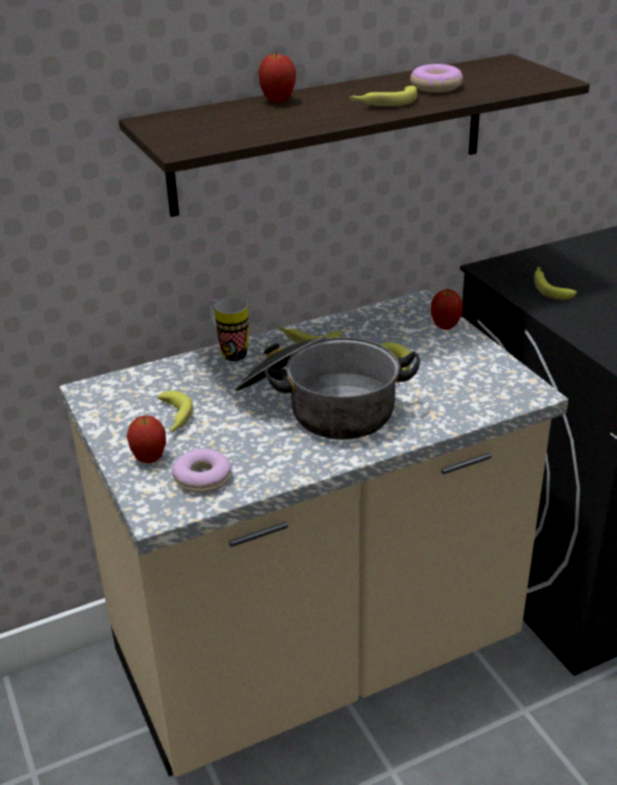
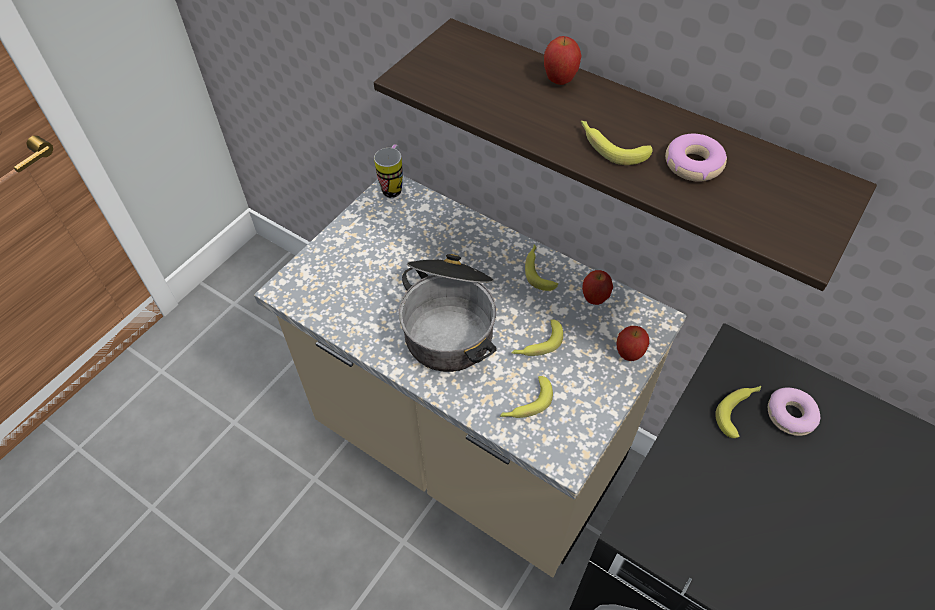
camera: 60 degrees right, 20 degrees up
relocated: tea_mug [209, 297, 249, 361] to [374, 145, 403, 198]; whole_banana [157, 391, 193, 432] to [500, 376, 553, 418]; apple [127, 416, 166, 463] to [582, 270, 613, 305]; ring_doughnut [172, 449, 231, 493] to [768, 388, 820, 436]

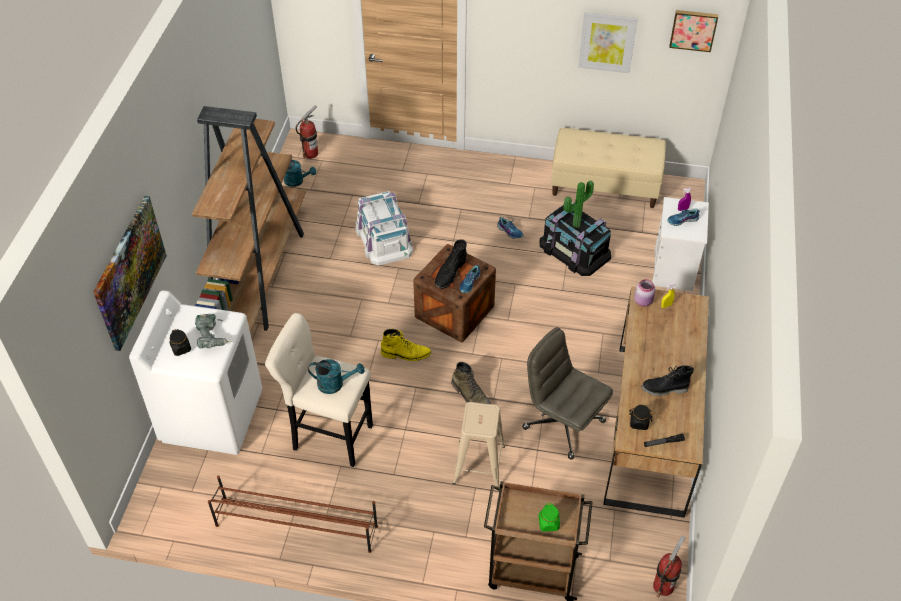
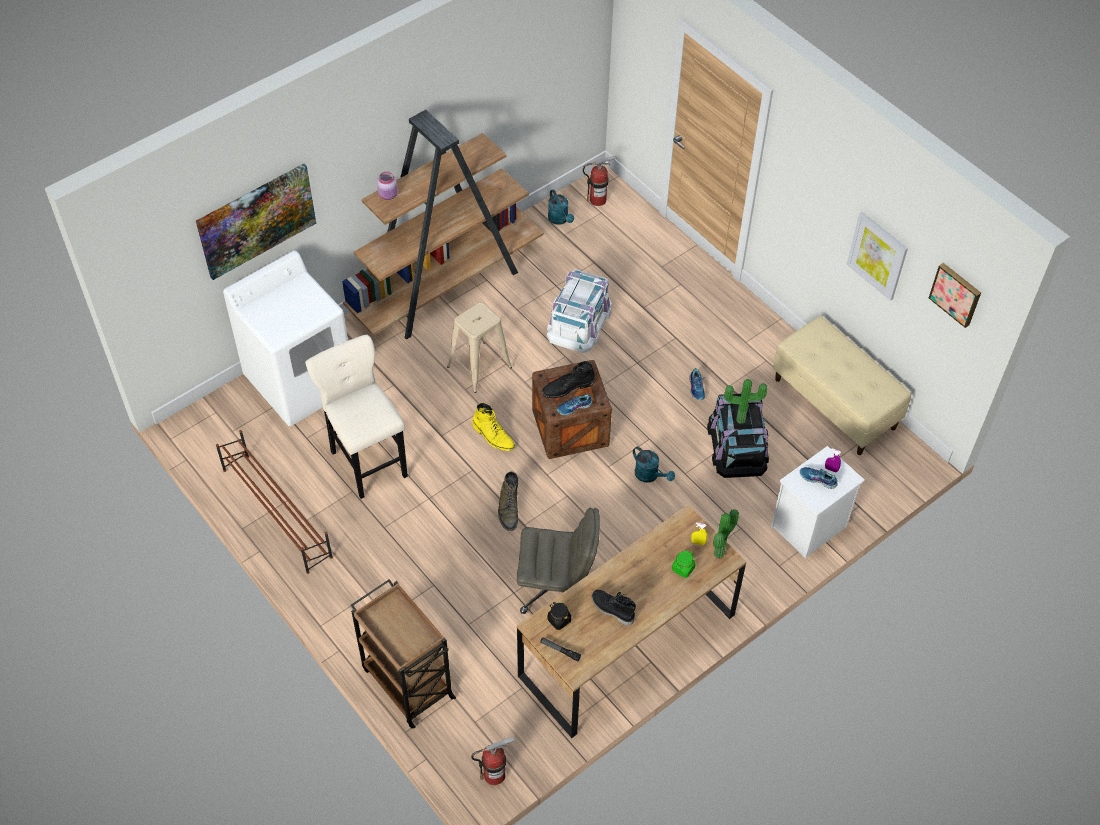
camera: 40 degrees right, 5 degrees up
missing: drill [195, 314, 233, 349]; black_preserve_jar [169, 329, 191, 356]
appeared: houseplant [713, 509, 739, 559]
relocated: pinkish_preserve_jar [634, 279, 656, 307] to [377, 172, 398, 200]; turquoise_watering_can [308, 359, 364, 394] to [633, 447, 675, 483]; beige_stool_seat [453, 402, 505, 488] to [447, 302, 512, 393]; green-coloured_preserve_jar [539, 503, 560, 531] to [672, 550, 695, 578]
spun: gray_computer_chair [522, 327, 613, 460] = [517, 508, 600, 614] 105 degrees clockwise

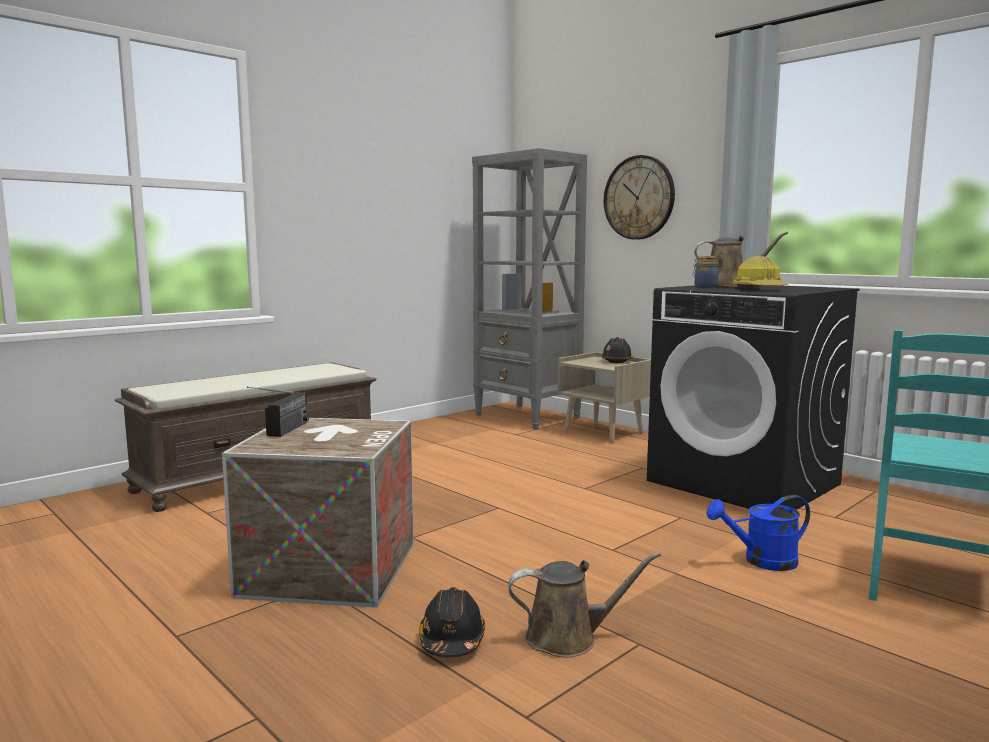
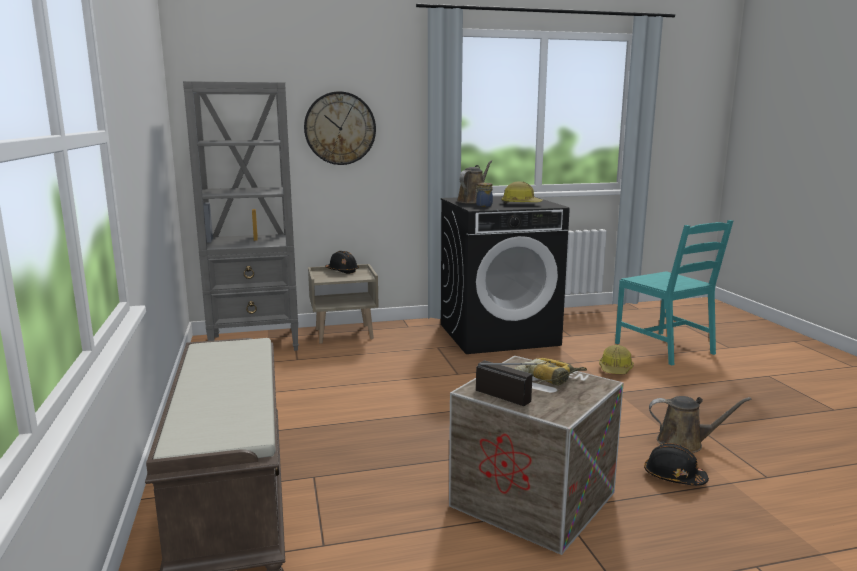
camera: 60 degrees left, 5 degrees up
appeared: drill [514, 358, 587, 385]
exchanged: blue_watering_can [706, 495, 810, 571] to work_helmet [599, 345, 634, 374]
spun: brown_watering_can [508, 552, 661, 658] = [649, 396, 752, 453] 75 degrees clockwise

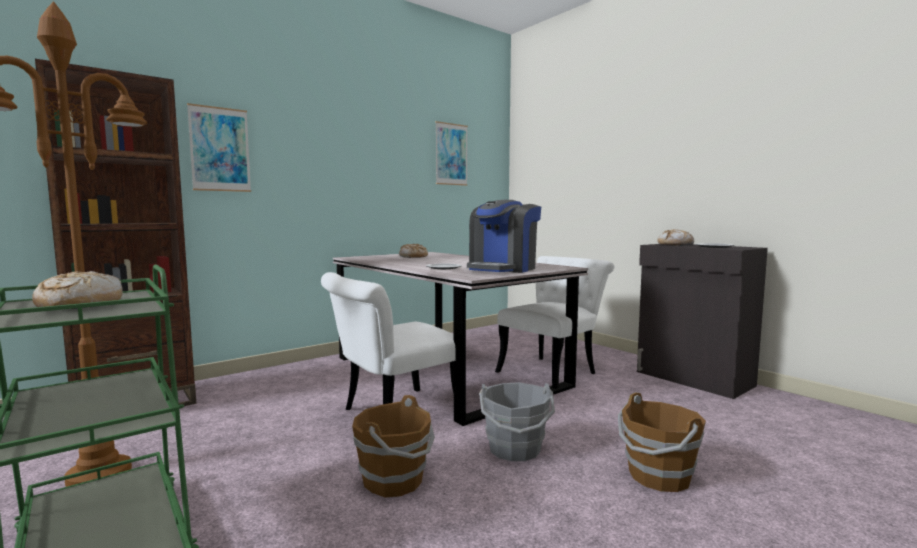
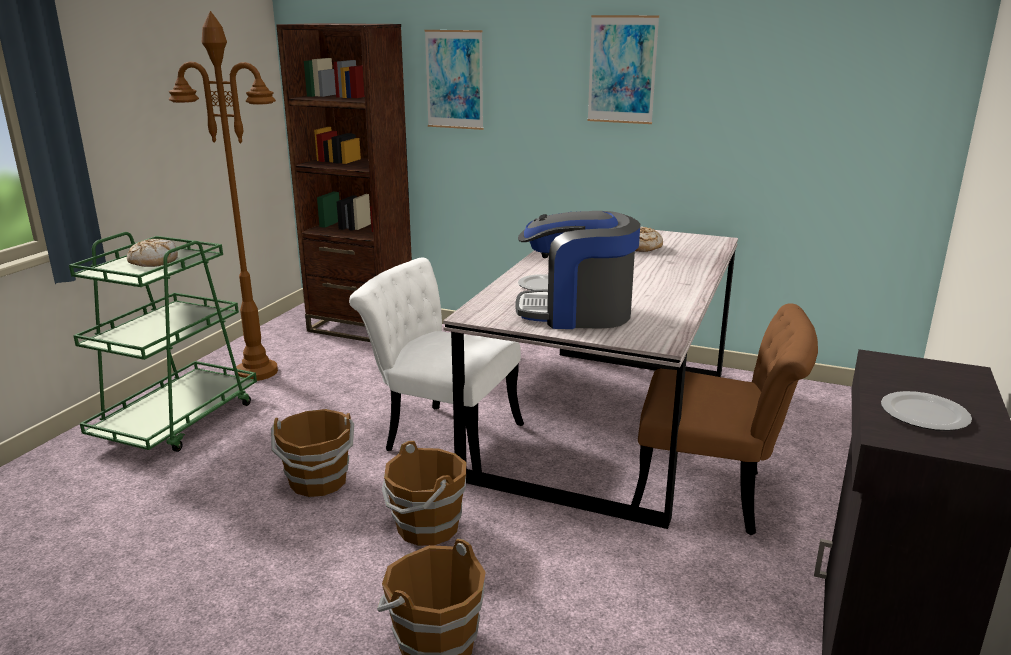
camera: 60 degrees right, 15 degrees up
missing: bakery_bread [657, 229, 694, 245]
relocated: picture [435, 121, 468, 186] to [587, 15, 659, 124]
colour: white-coloured_chair [495, 256, 615, 389] to brown_chair [629, 303, 818, 535]; gray_water_bucket [479, 382, 555, 461] to brown_water_bucket [382, 441, 466, 546]

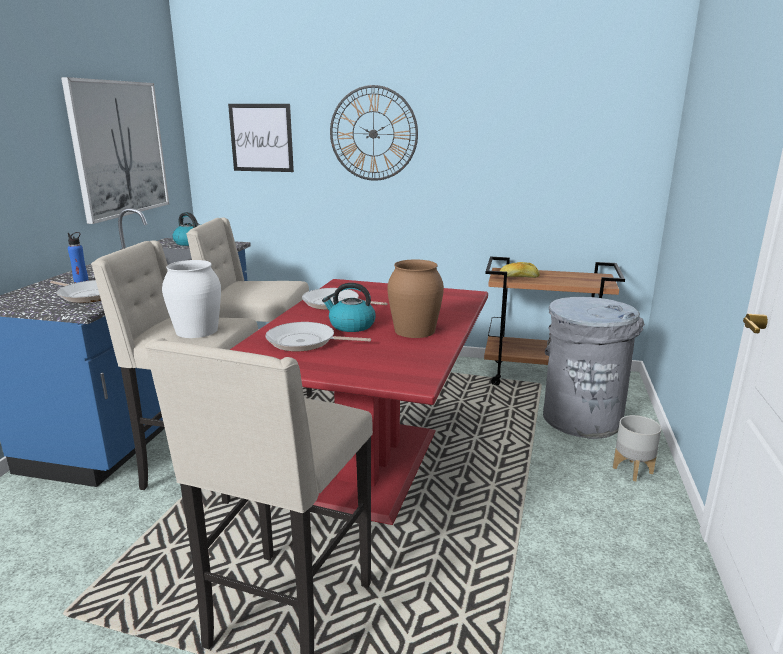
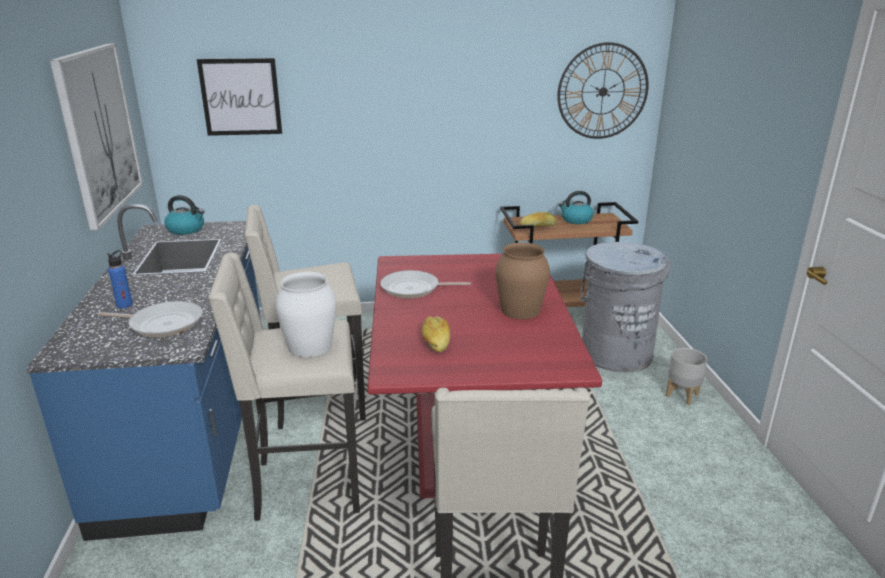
camera: 20 degrees left, 5 degrees up
relocated: clock_on_the_wall [330, 85, 418, 181] to [557, 42, 649, 139]; water_kettle [322, 283, 376, 332] to [558, 191, 594, 224]
exchanged: skillet [265, 322, 371, 352] to bakery_bread [422, 316, 450, 352]

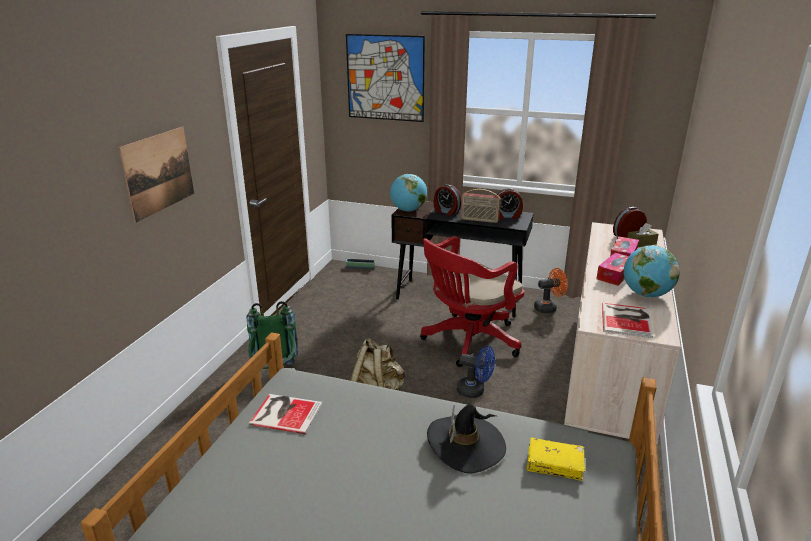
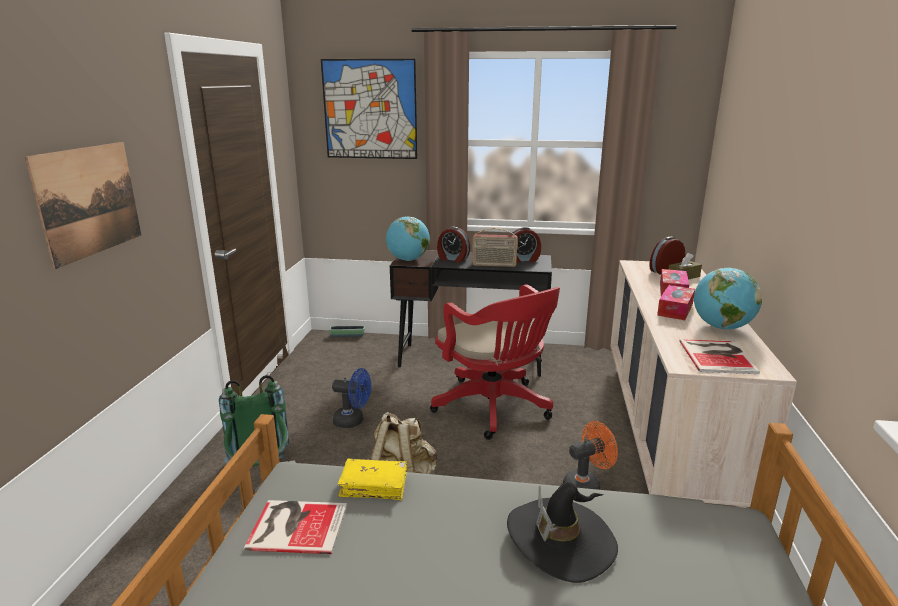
camera: 10 degrees left, 5 degrees down
relocated: orange-coloured_fan [534, 268, 567, 313] to [563, 421, 618, 490]; blue_fan [457, 346, 495, 398] to [332, 368, 371, 428]; yellowish_volume [527, 437, 585, 481] to [338, 459, 407, 500]
spun: reddish_computer_chair [420, 236, 524, 367] = [430, 284, 560, 440] 75 degrees counterclockwise

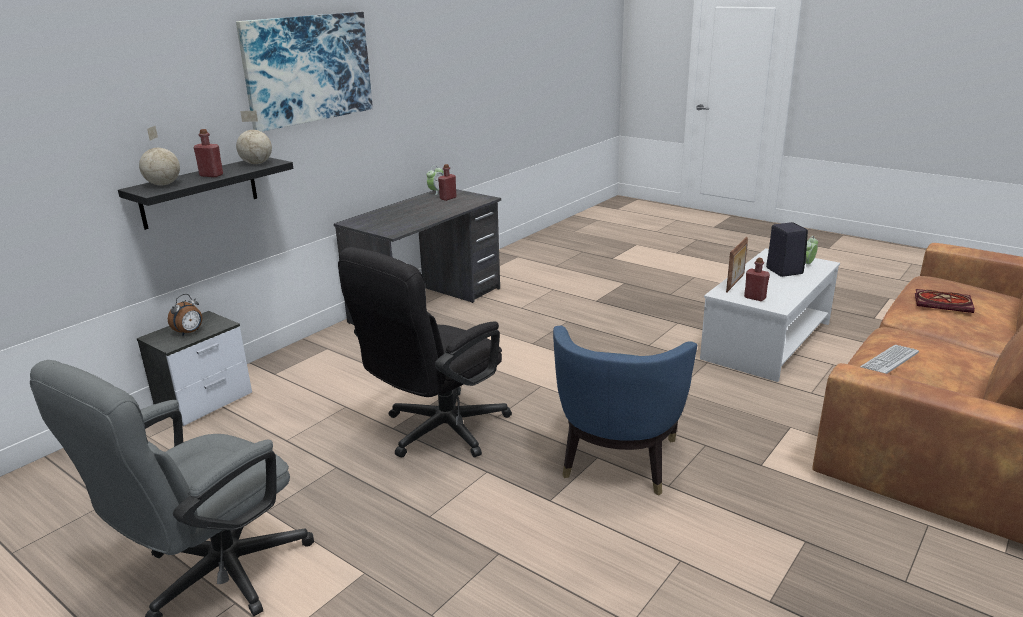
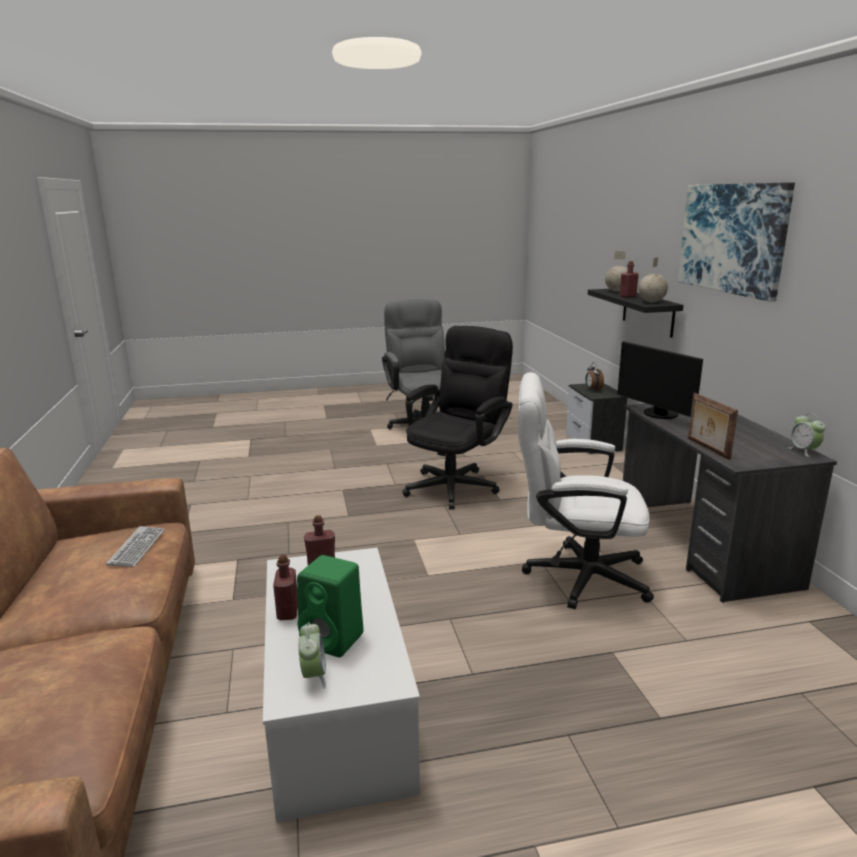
camera: 130 degrees right, 5 degrees down
missing: volume [915, 289, 975, 313]; blue_armchair [553, 326, 697, 496]
appeared: computer_screen [617, 341, 703, 419]; white-coloured_computer_chair [518, 372, 654, 609]
relocated: reddish_drink_bottle [438, 164, 457, 201] to [273, 555, 298, 620]; standing_frame [726, 237, 748, 293] to [688, 393, 738, 460]
colour: black_speaker [766, 222, 808, 277] to green-coloured_speaker [297, 555, 364, 657]
spun: black_computer_chair [338, 247, 512, 458] = [402, 326, 513, 510] 45 degrees clockwise

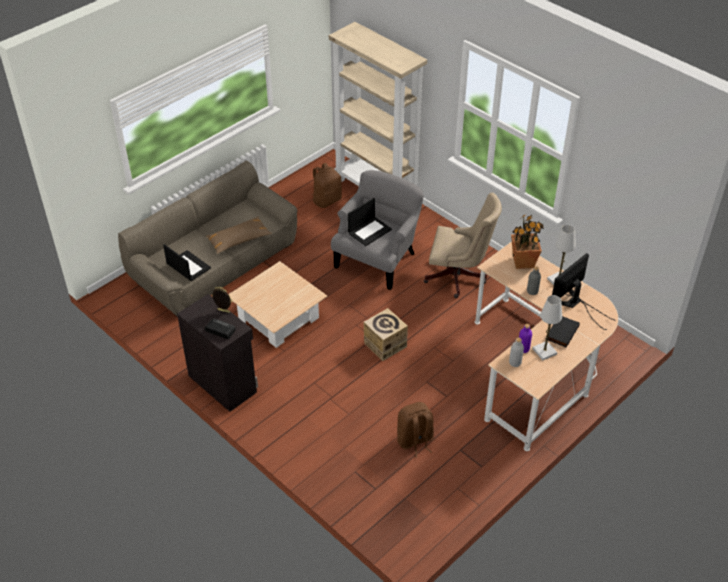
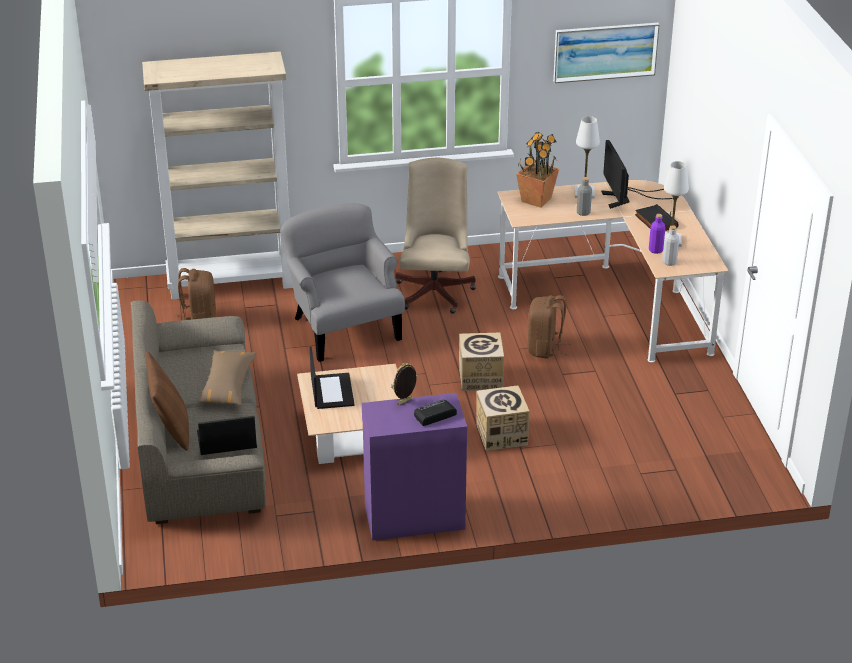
camera: 55 degrees left, 10 degrees down
appeared: picture [553, 23, 660, 83]; brown_throw_pillow [146, 351, 189, 451]; cardboard_box [477, 385, 529, 451]
relocated: portable_computer [348, 198, 392, 246] to [309, 346, 355, 409]; brown_rucksack [397, 402, 434, 458] to [528, 295, 571, 359]
colour: black_cupboard [177, 294, 258, 412] to purple-coloured_cupboard [362, 393, 467, 541]
spun: beige_computer_chair [424, 193, 502, 298] = [395, 158, 476, 314] 45 degrees counterclockwise

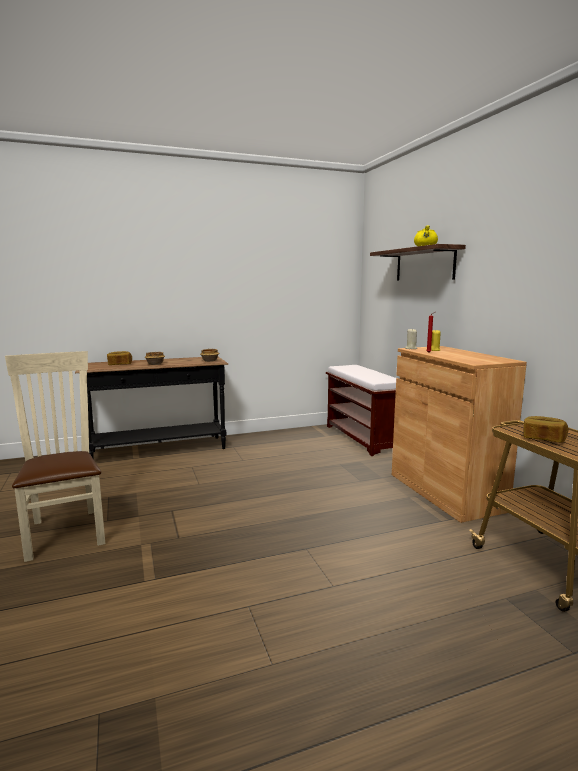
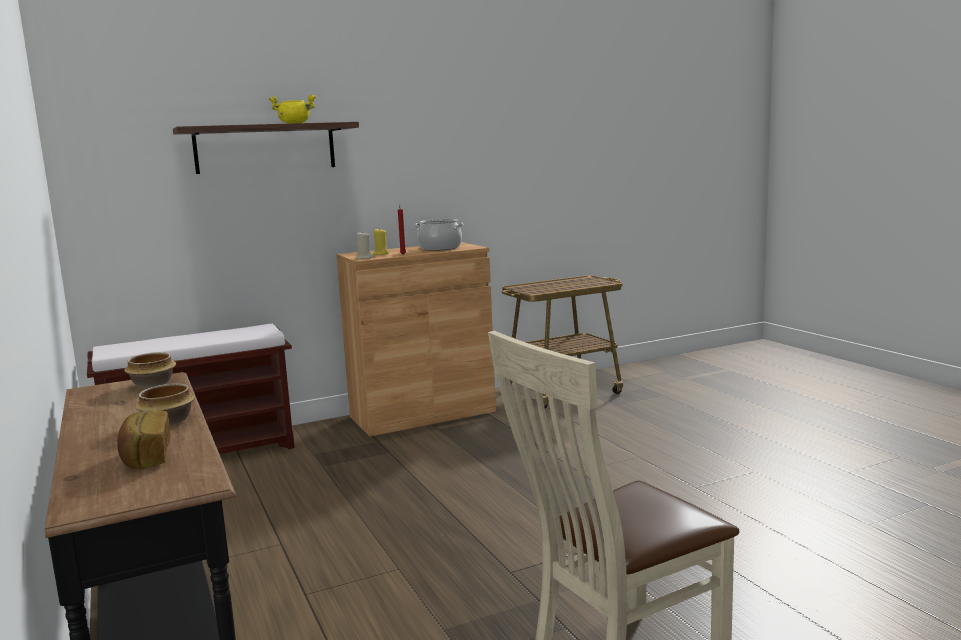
camera: 95 degrees left, 0 degrees up
missing: bakery_bread [523, 416, 568, 443]
appeared: saucepot [414, 219, 464, 251]

